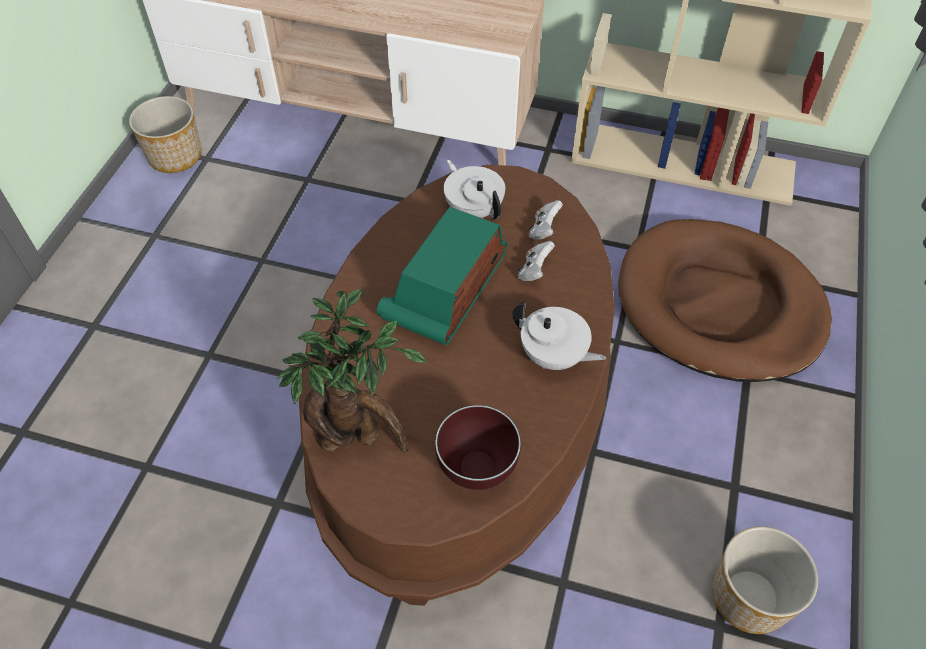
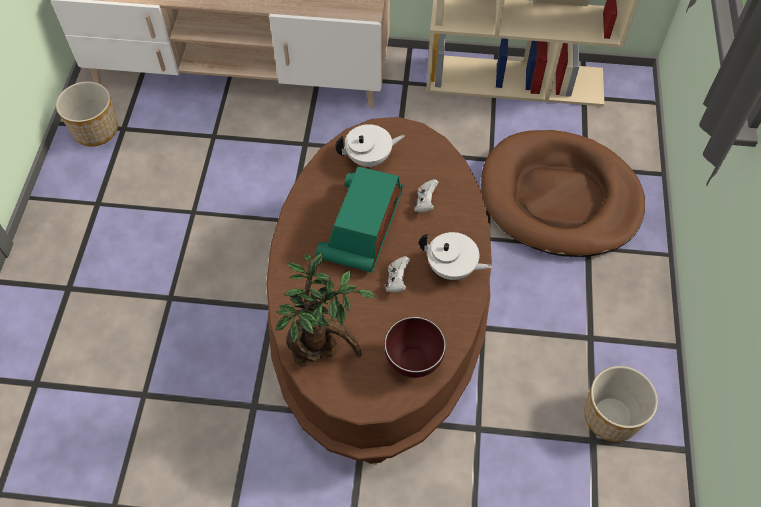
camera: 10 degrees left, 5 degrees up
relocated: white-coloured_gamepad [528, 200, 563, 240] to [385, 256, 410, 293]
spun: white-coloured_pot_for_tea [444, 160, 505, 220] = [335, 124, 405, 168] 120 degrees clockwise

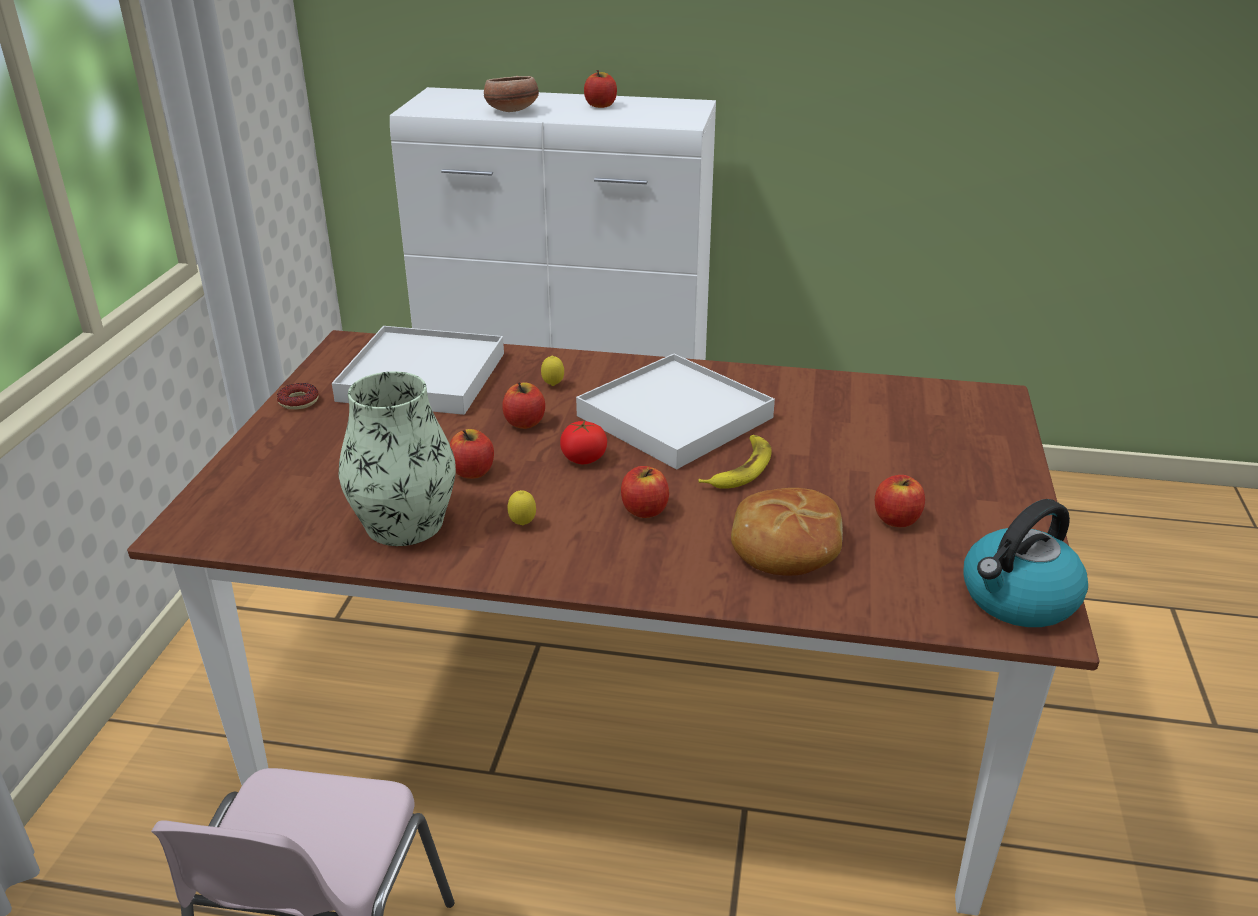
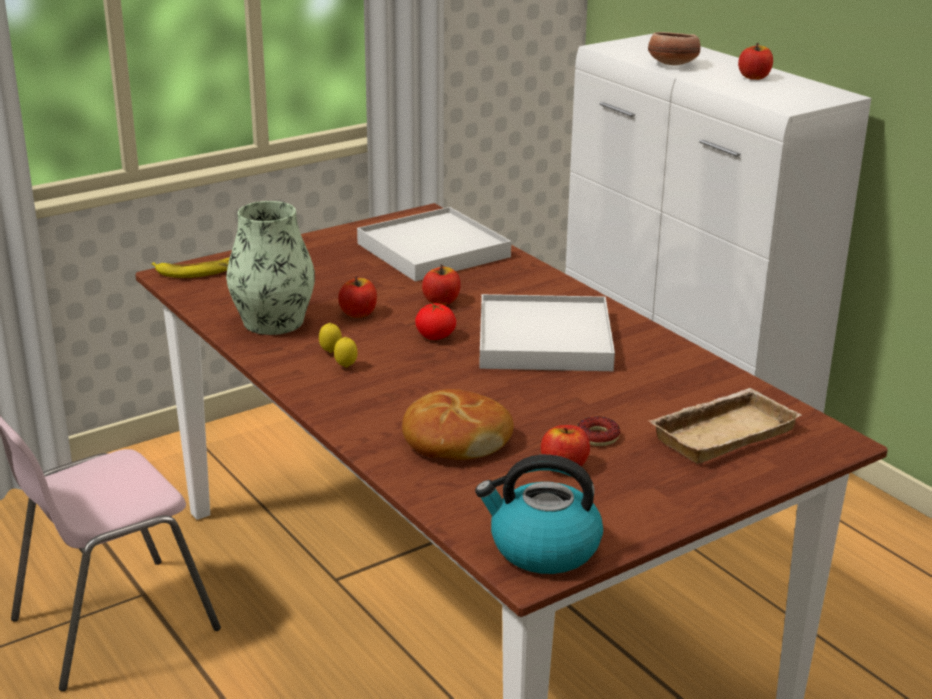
camera: 45 degrees right, 5 degrees down
missing: apple [621, 466, 669, 518]
appeared: beige_serving_tray [648, 388, 802, 463]
relocated: citrus_fruit [541, 356, 564, 386] to [334, 337, 358, 368]; ring_doughnut [277, 383, 319, 410] to [577, 416, 620, 446]; whole_banana [698, 435, 772, 489] to [152, 257, 230, 278]

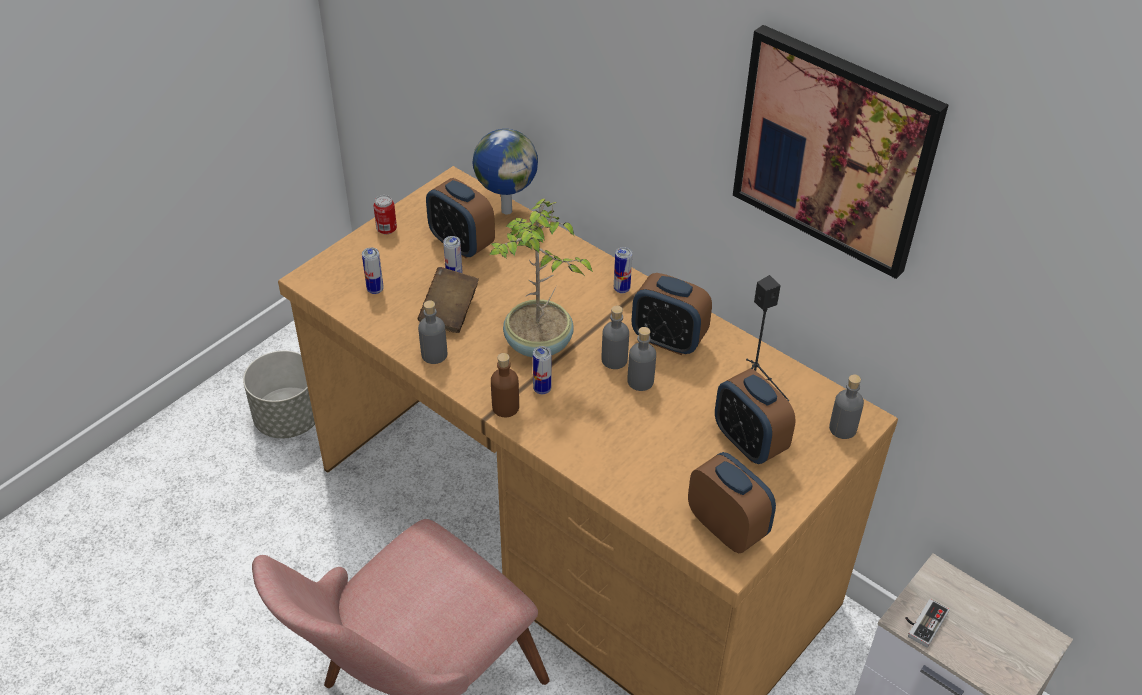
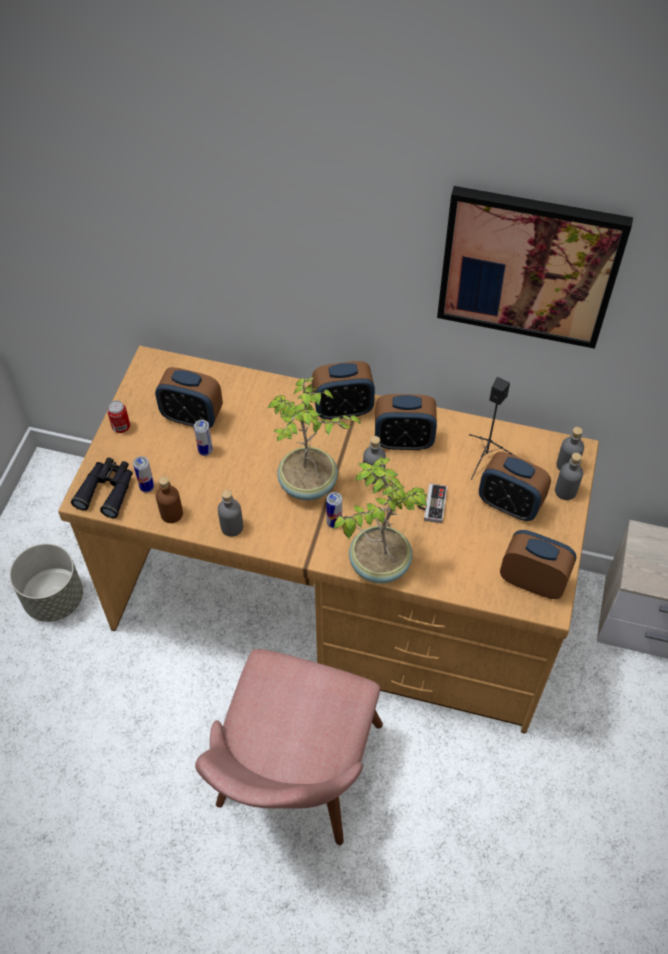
camera: 25 degrees left, 10 degrees up
missing: world_globe [473, 129, 538, 214]; brown_volume [418, 267, 479, 333]
appeared: black_pair_of_binoculars [71, 457, 133, 518]; houseplant [334, 457, 428, 583]
relocated: gray_drink_bottle [627, 327, 656, 391] to [555, 453, 583, 500]; brown_drink_bottle [491, 353, 519, 417] to [156, 476, 183, 523]; gamepad [906, 599, 949, 648] to [417, 483, 447, 523]
exchanged: sealed_can [614, 247, 632, 294] to alarm_clock [312, 361, 375, 420]

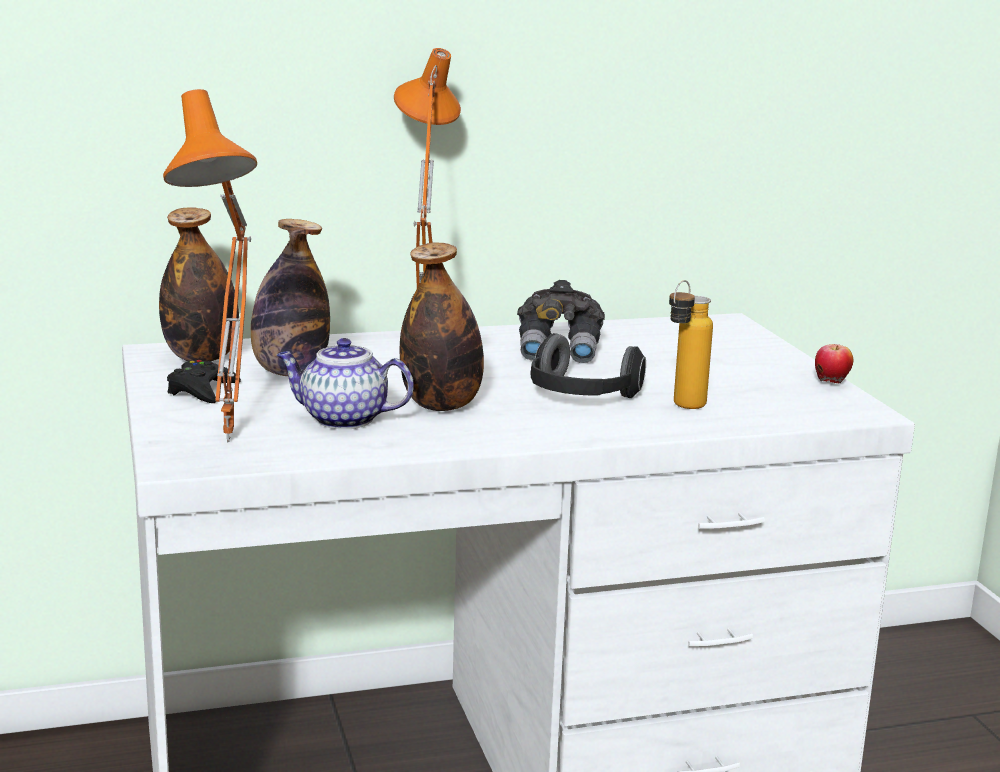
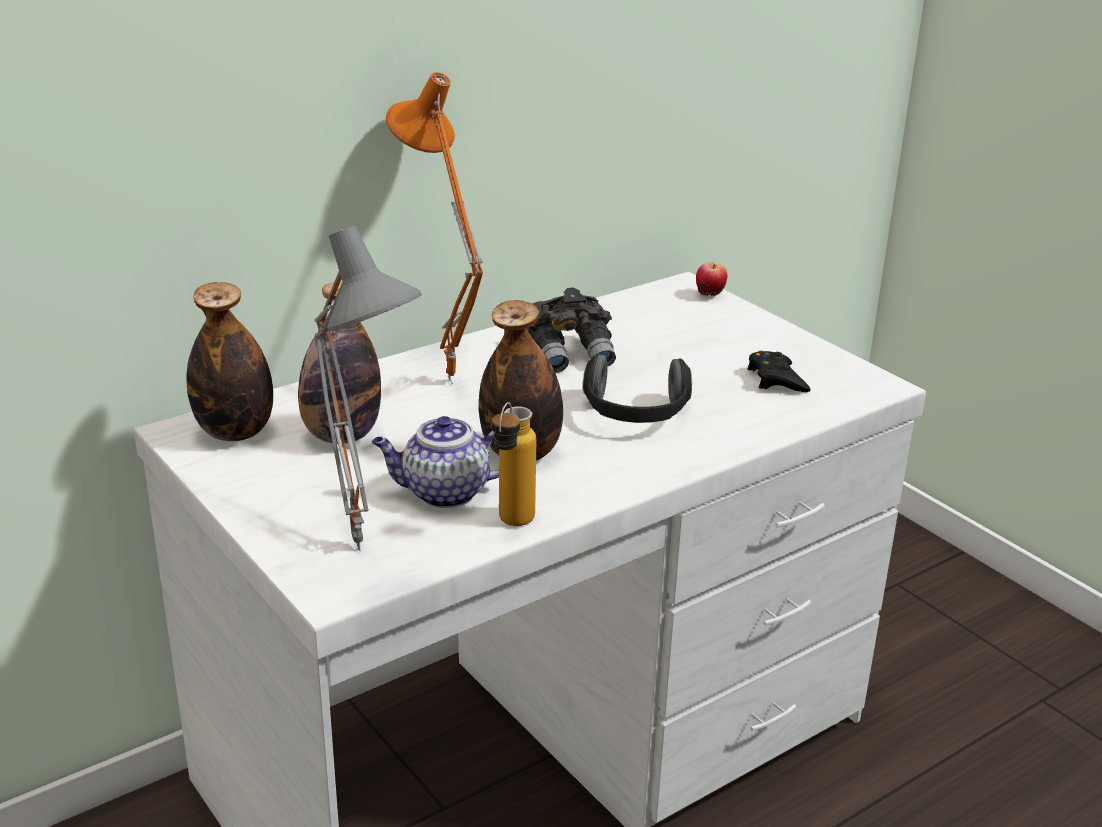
camera: 20 degrees left, 10 degrees up
relocated: drink_bottle [669, 280, 713, 409] to [492, 402, 536, 526]; apple [815, 344, 853, 383] to [696, 262, 727, 296]; black_gamepad [167, 360, 241, 403] to [747, 351, 811, 392]
colour: orange-coloured_tabletop_lamp [163, 89, 257, 443] to gray_tabletop_lamp [314, 226, 422, 552]

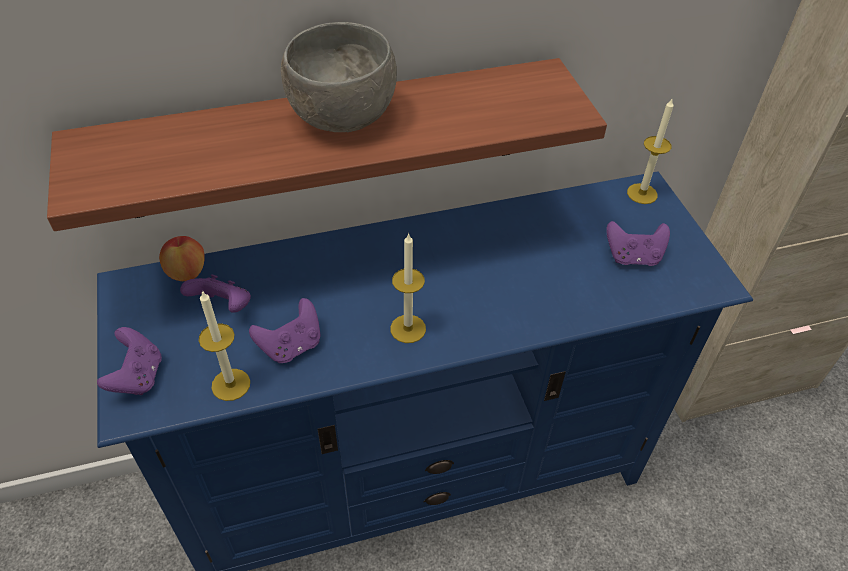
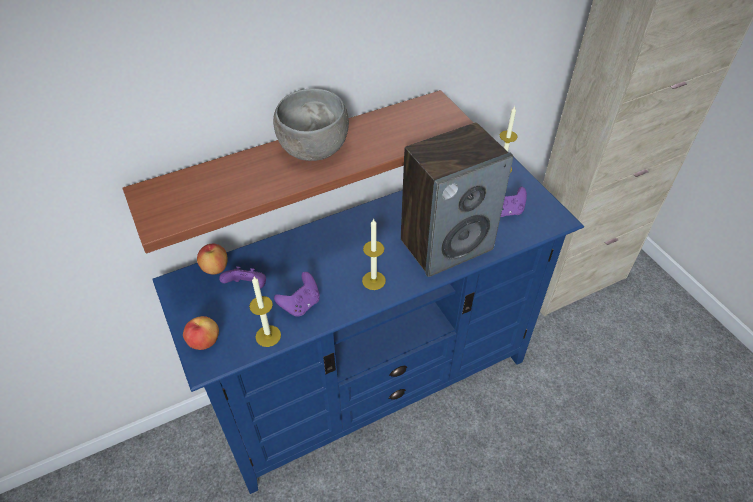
camera: 10 degrees left, 0 degrees up
appeared: speaker [401, 122, 513, 277]
exchanged: purple-coloured_gamepad [97, 327, 162, 395] to apple [183, 316, 219, 350]

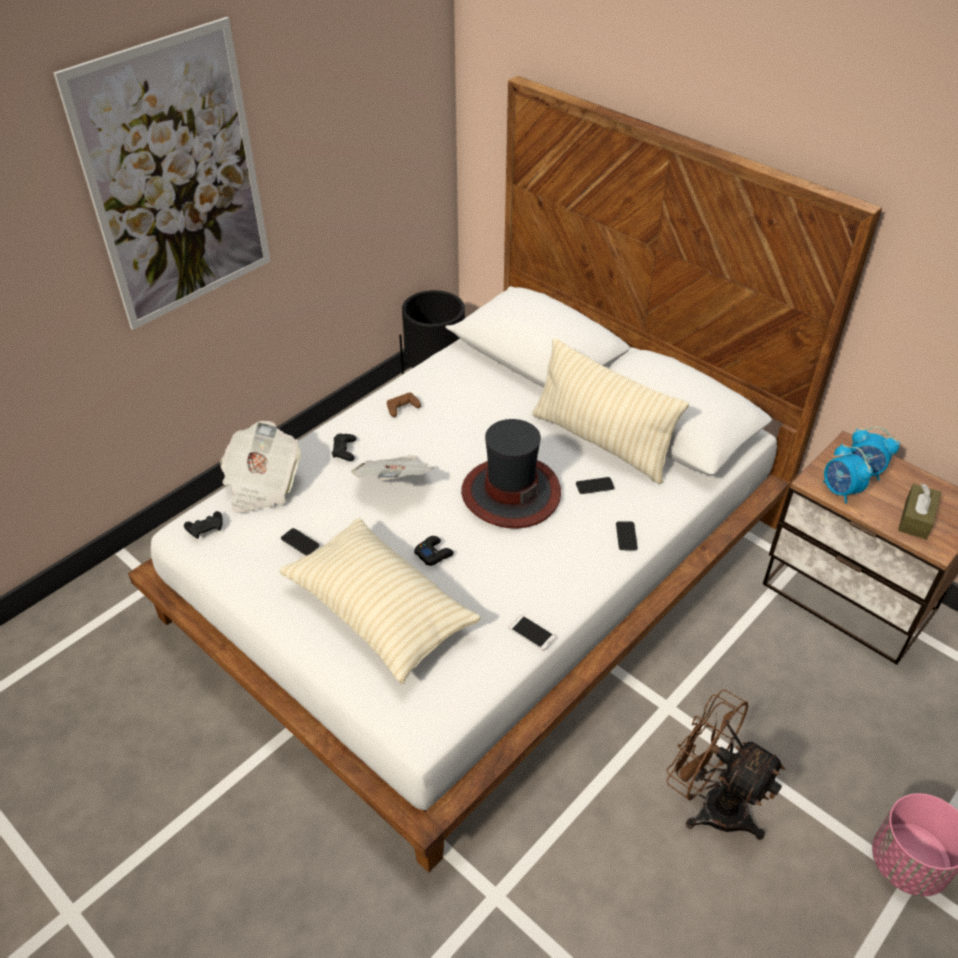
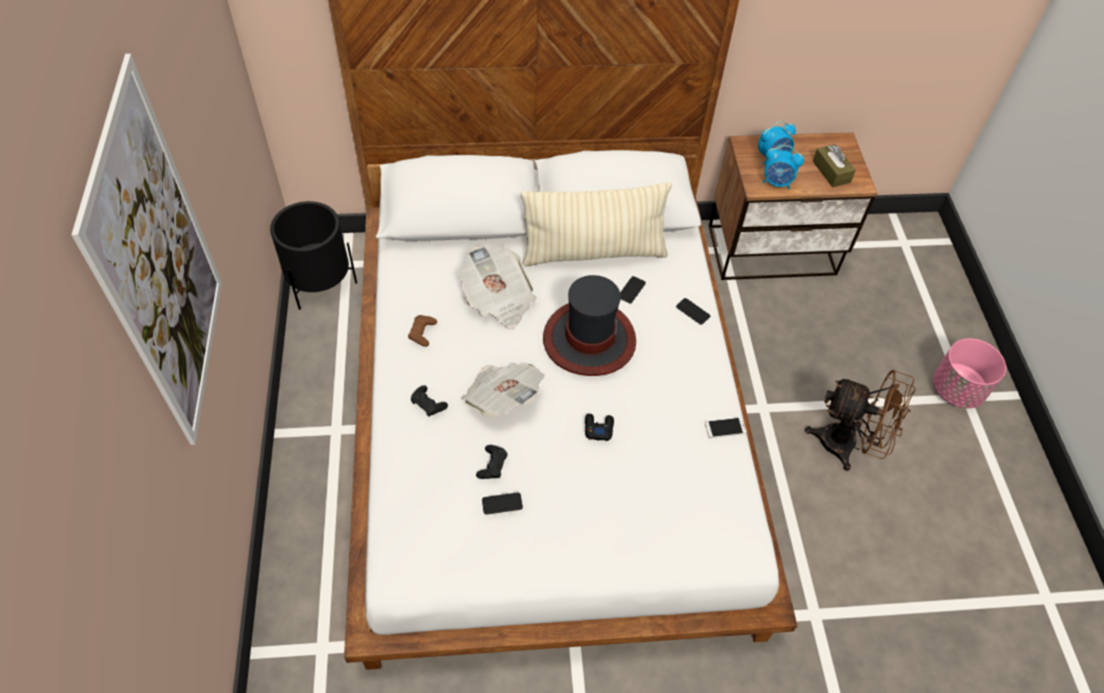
camera: 50 degrees left, 10 degrees up
missing: beige_throw_pillow [279, 518, 481, 684]
relocated: printed_paper [220, 421, 301, 513] to [459, 245, 537, 329]; black_gamepad [184, 511, 223, 539] to [476, 445, 508, 479]
spun: brown_fan [666, 689, 786, 840] = [805, 369, 916, 471] 150 degrees counterclockwise

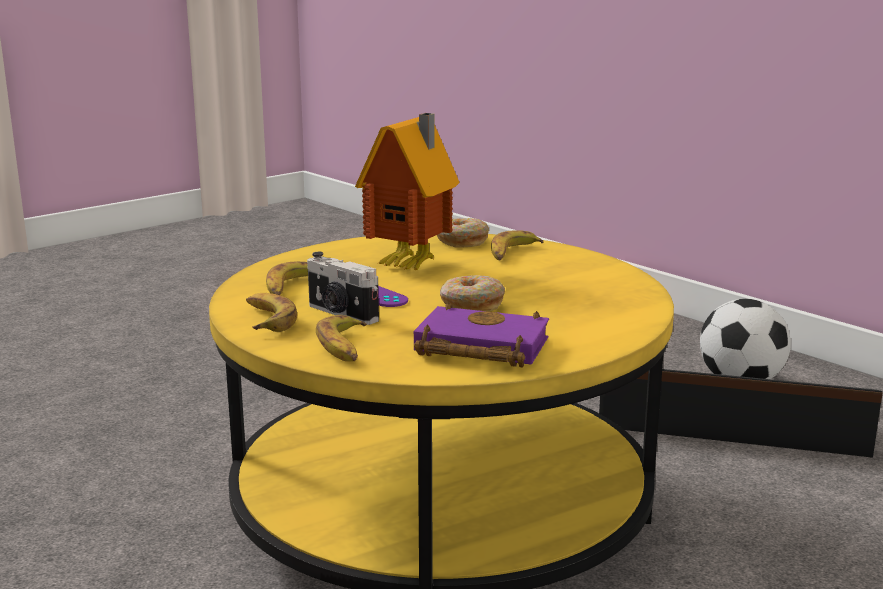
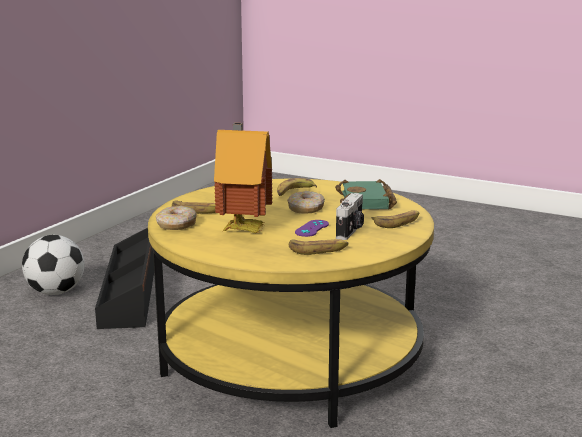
camera: 110 degrees left, 0 degrees up
relocated: whole_banana [246, 293, 297, 332] to [277, 178, 317, 196]
colour: purple-coloured_volume [414, 302, 549, 368] to green-coloured_volume [335, 179, 397, 209]

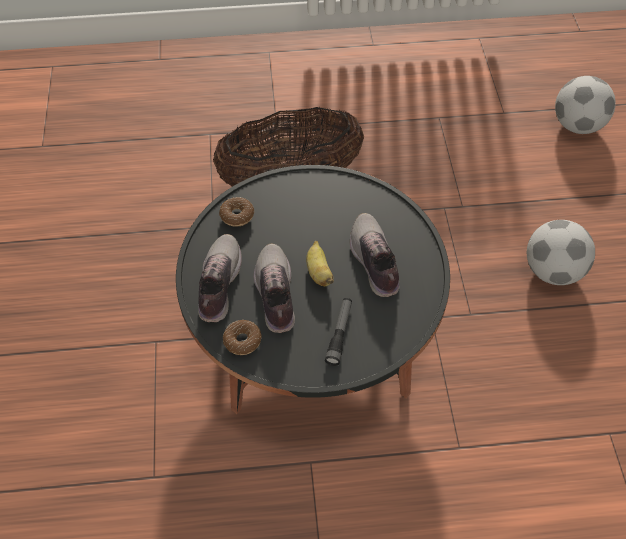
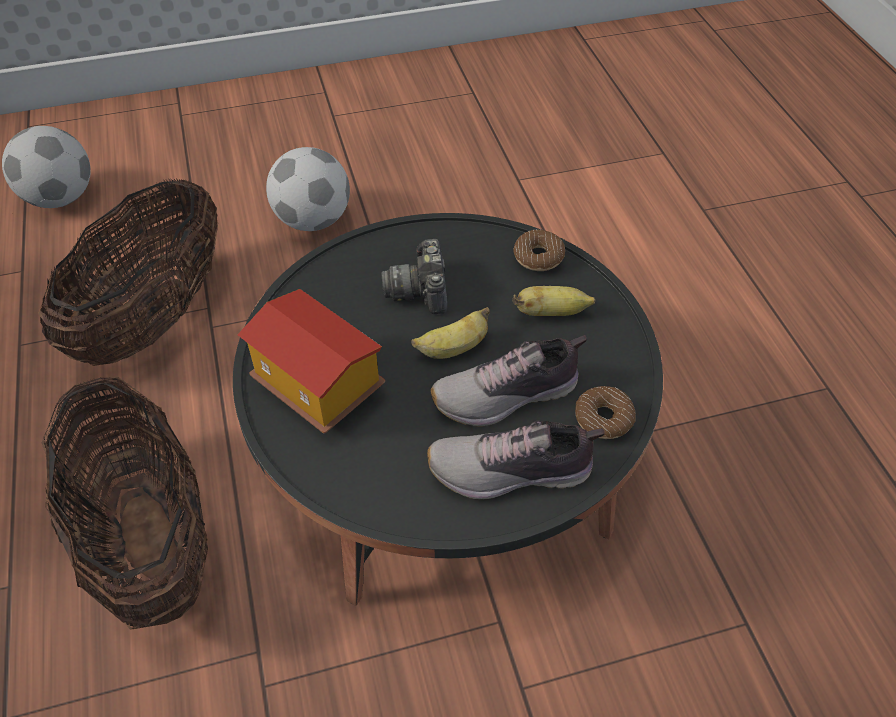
camera: 100 degrees left, 5 degrees down
appeared: basket [38, 178, 218, 366]; model_house [237, 289, 385, 434]
relocated: ring_doughnut [219, 197, 254, 227] to [513, 230, 565, 271]
exchanged: shoe [350, 213, 400, 297] to photo_camera [381, 239, 448, 314]; flashlight [325, 298, 352, 366] to whole_banana [512, 286, 595, 316]

